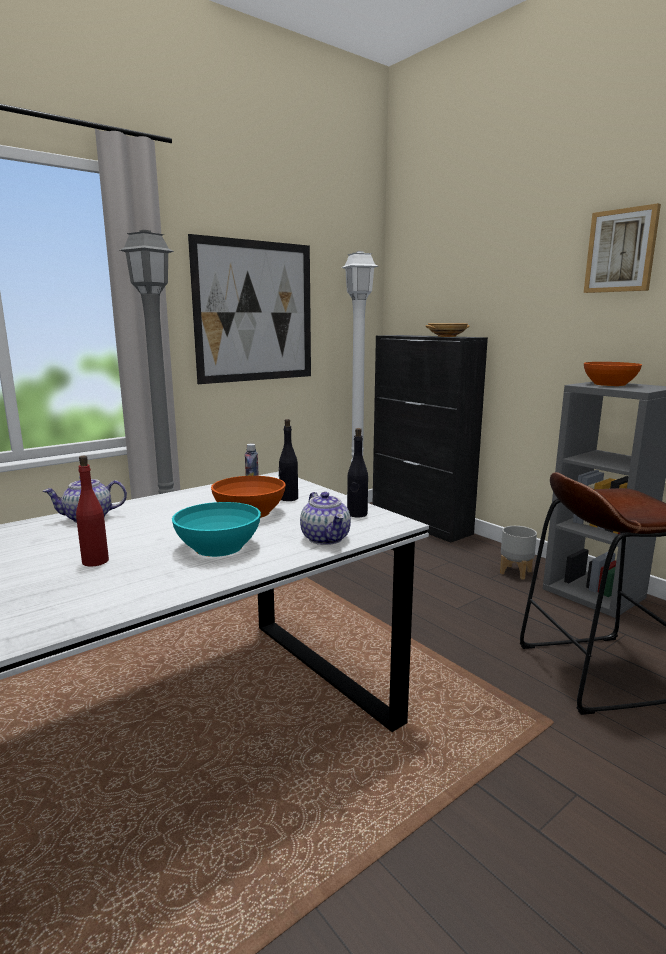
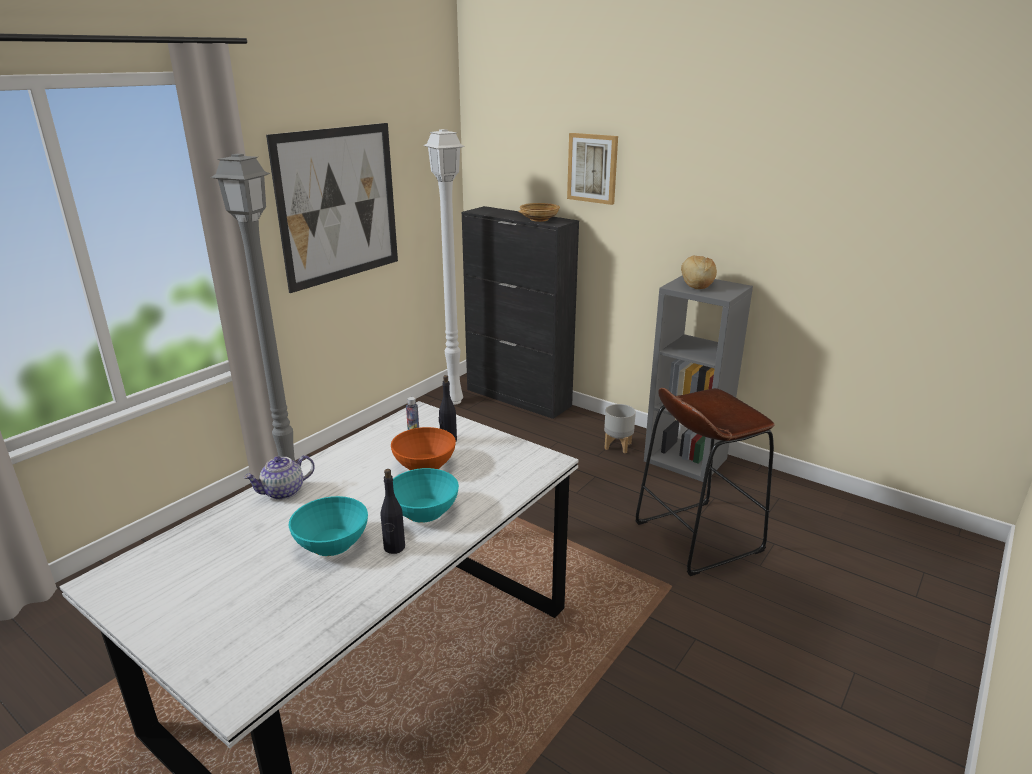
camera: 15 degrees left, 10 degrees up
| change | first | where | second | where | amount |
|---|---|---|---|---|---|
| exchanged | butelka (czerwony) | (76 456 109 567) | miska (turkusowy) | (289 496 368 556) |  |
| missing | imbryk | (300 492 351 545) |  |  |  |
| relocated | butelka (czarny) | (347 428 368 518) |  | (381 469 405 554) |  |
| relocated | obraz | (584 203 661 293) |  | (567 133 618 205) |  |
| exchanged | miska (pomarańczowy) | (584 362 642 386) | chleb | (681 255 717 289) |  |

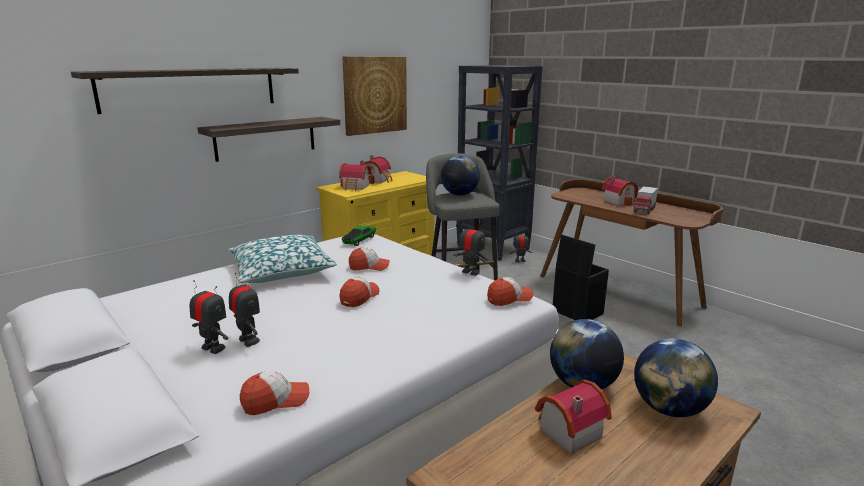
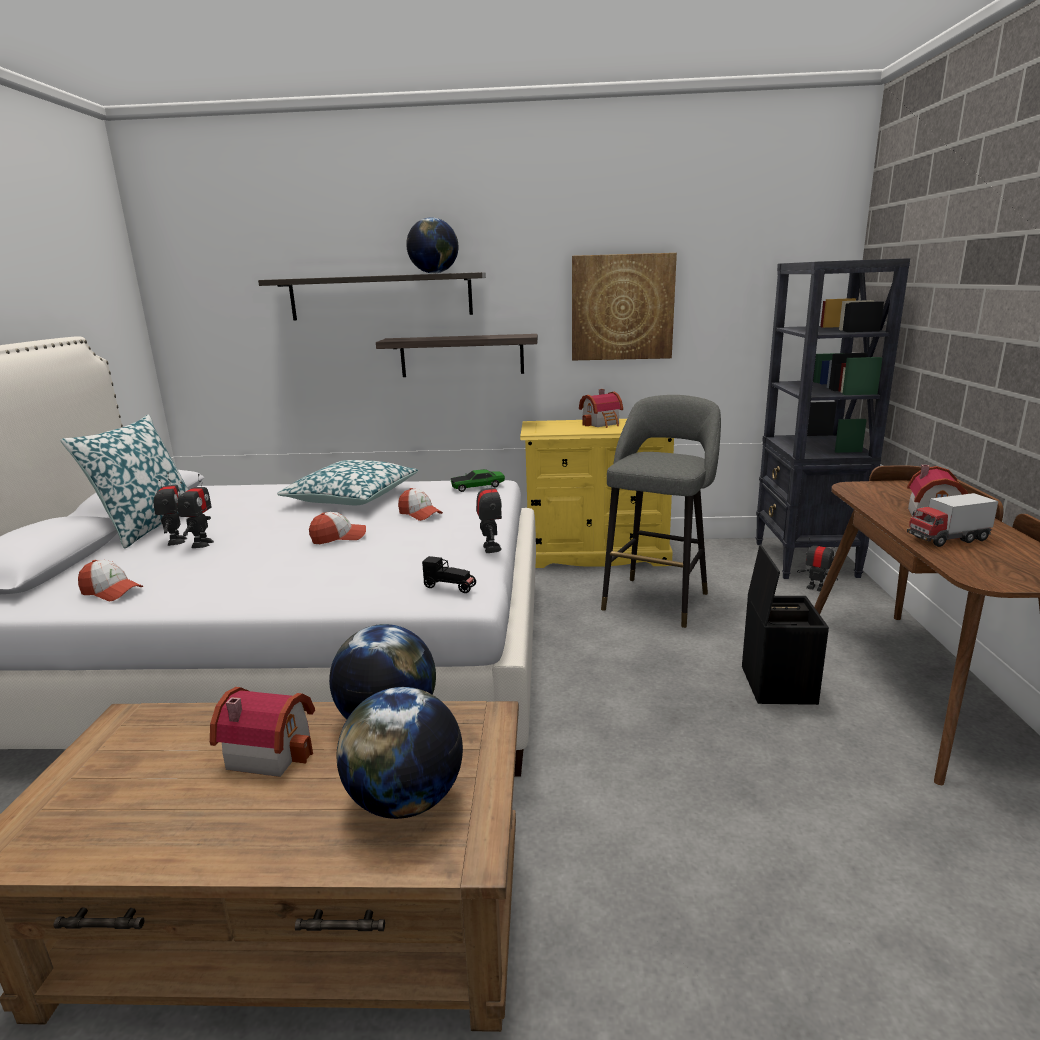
camera: 45 degrees right, 0 degrees up
| change | first | where | second | where | amount |
|---|---|---|---|---|---|
| missing | domek | (339 161 372 191) |  |  |  |
| relocated | globus | (441 156 480 196) |  | (406 218 458 274) |  |
| exchanged | czapka z daszkiem | (487 277 533 306) | samochodzik (czarny) | (422 556 476 593) |  |
| appeared |  |  | poduszka | (61 415 188 548) |  |

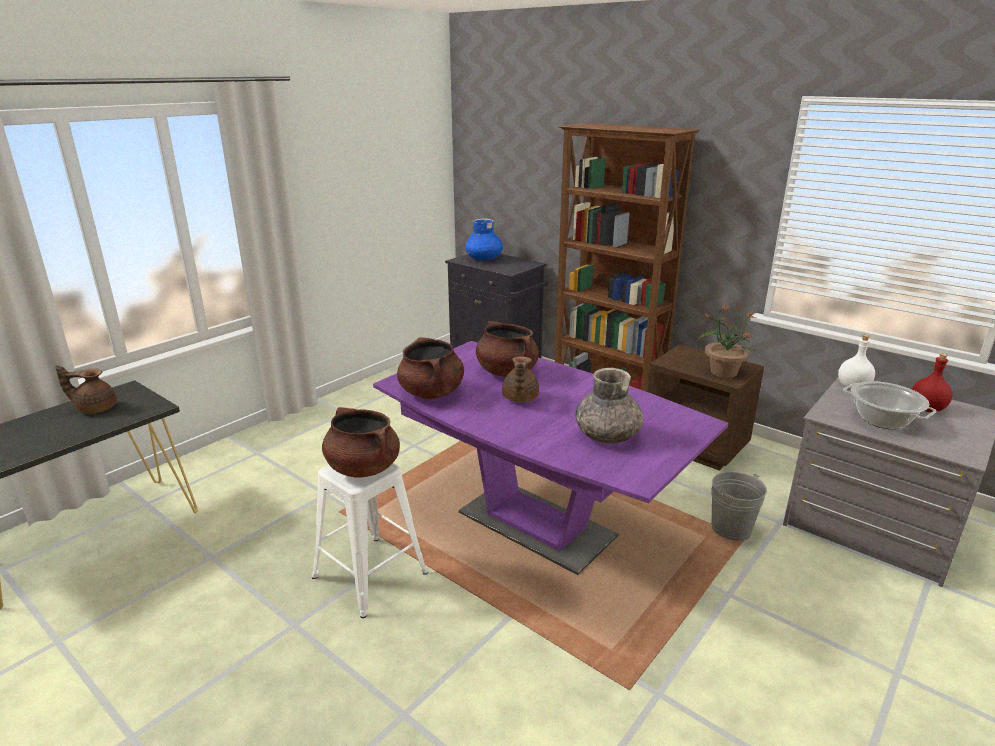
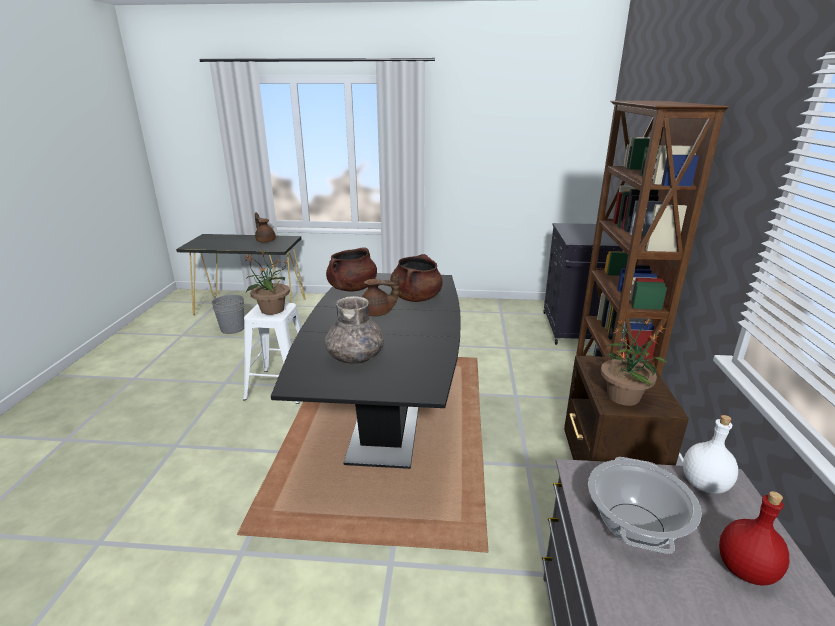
camera: 55 degrees right, 0 degrees up
| change | first | where | second | where | amount |
|---|---|---|---|---|---|
| exchanged | garnek (brązowy) | (322 407 400 477) | roślina doniczkowa | (246 251 290 315) |  |
| colour | stół jadalny (fioletowy) | (373 341 728 575) | stół jadalny (czarny) | (271 273 461 469) |  |
| missing | wazon (niebieski) | (465 218 503 261) |  |  |  |
| spun | imbryk (brązowy) | (502 356 539 402) |  | (362 274 399 316) | 150 degrees counterclockwise |
| relocated | wiadro (szary) | (711 471 767 541) |  | (211 295 244 334) |  |

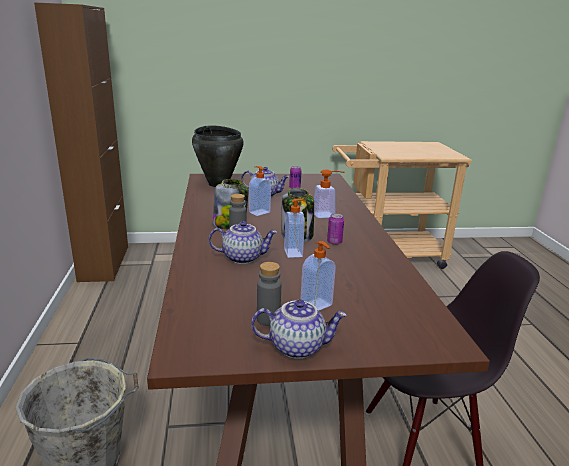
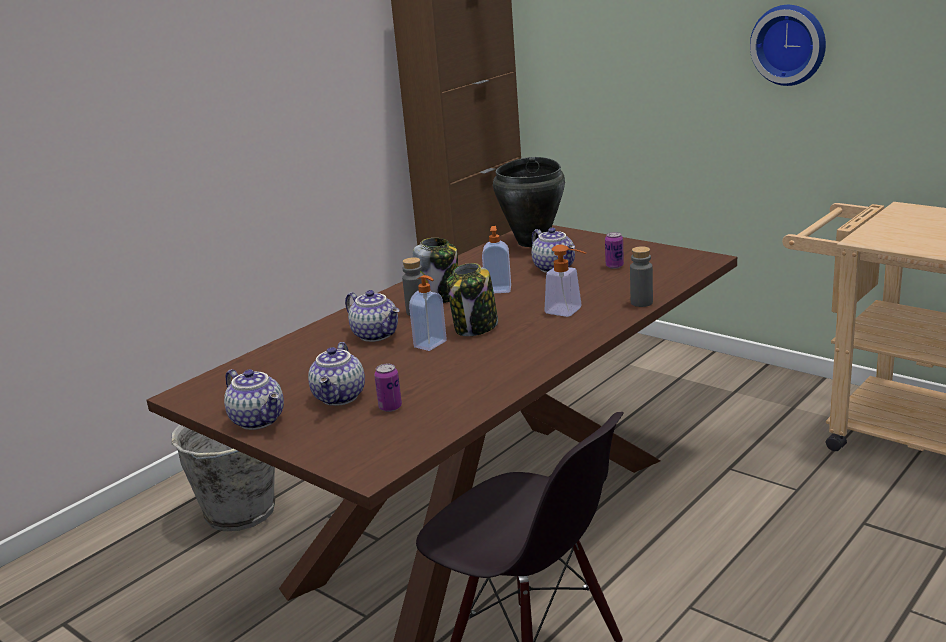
camera: 50 degrees right, 0 degrees up
| change | first | where | second | where | amount |
|---|---|---|---|---|---|
| relocated | butelka (szary) | (257 262 281 326) |  | (630 246 653 307) |  |
| exchanged | dozownik mydła | (300 241 336 311) | imbryk | (308 342 365 406) |  |
| relocated | puszka | (327 213 344 245) |  | (374 364 402 412) |  |
| appeared |  |  | zegar ścienny | (750 5 826 86) |  |

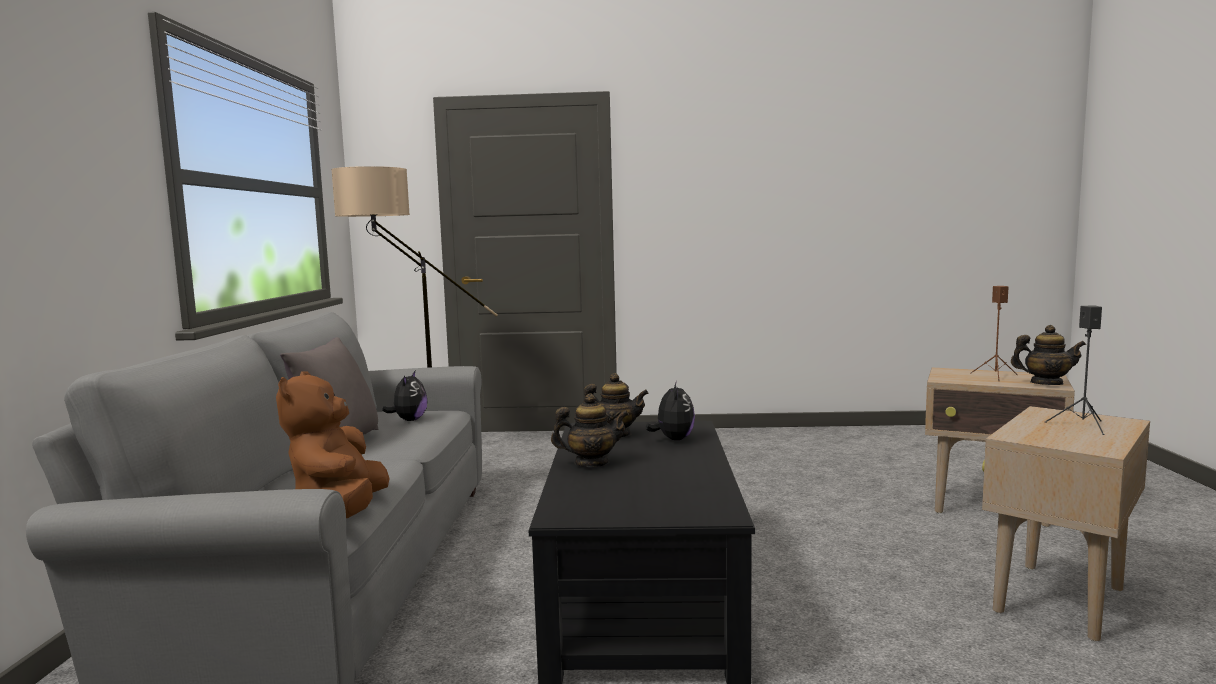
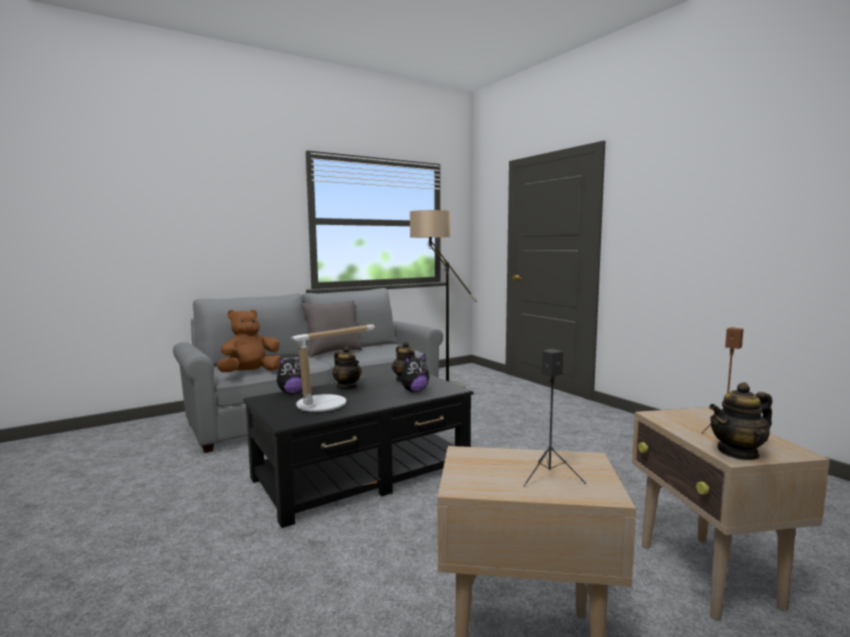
camera: 55 degrees right, 0 degrees up
| change | first | where | second | where | amount |
|---|---|---|---|---|---|
| relocated | pluszak | (382 371 428 421) |  | (277 358 302 394) |  |
| spun | imbryk | (1011 325 1086 385) |  | (709 382 772 460) | 90 degrees clockwise |
| appeared |  |  | lampa stołowa | (290 324 375 412) |  |

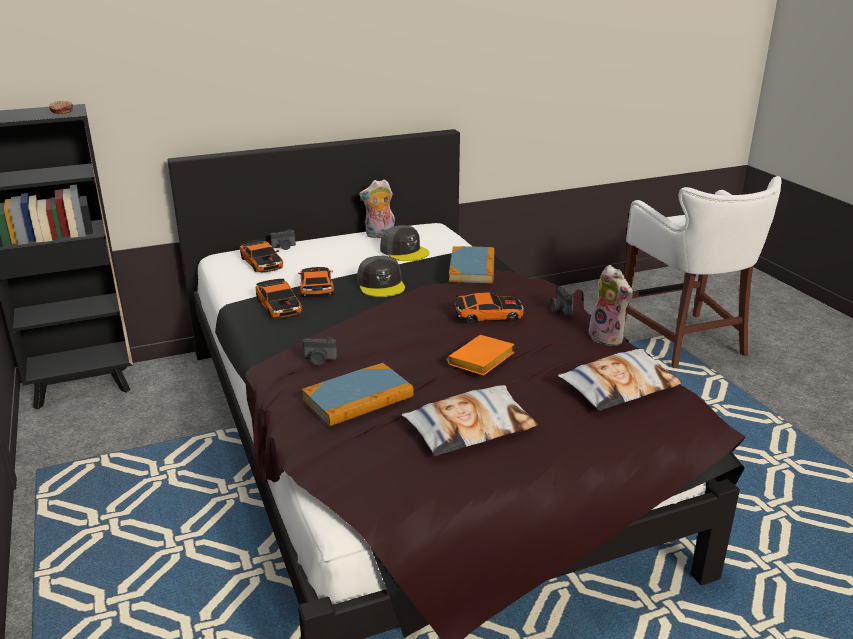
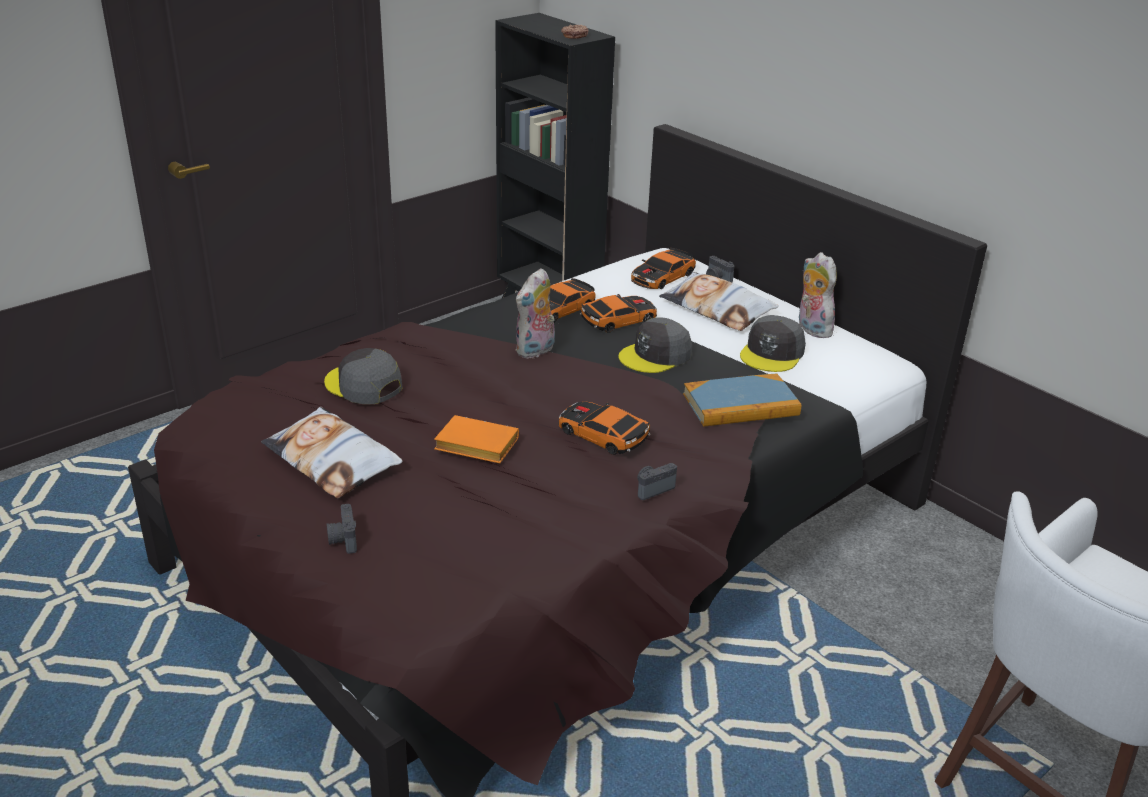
camera: 70 degrees right, 5 degrees up
| change | first | where | second | where | amount |
|---|---|---|---|---|---|
| exchanged | książka | (302 363 414 426) | czapka z daszkiem (szary) | (324 348 403 404) |  |
| relocated | aparat fotograficzny | (303 337 337 365) |  | (327 504 357 554) |  |
| spun | samochodzik | (455 293 524 323) |  | (558 401 651 455) | 150 degrees clockwise |
| relocated | poduszka | (558 349 683 411) |  | (659 272 778 331) |  |
| relocated | pluszak | (589 265 633 346) |  | (515 268 555 359) |  |

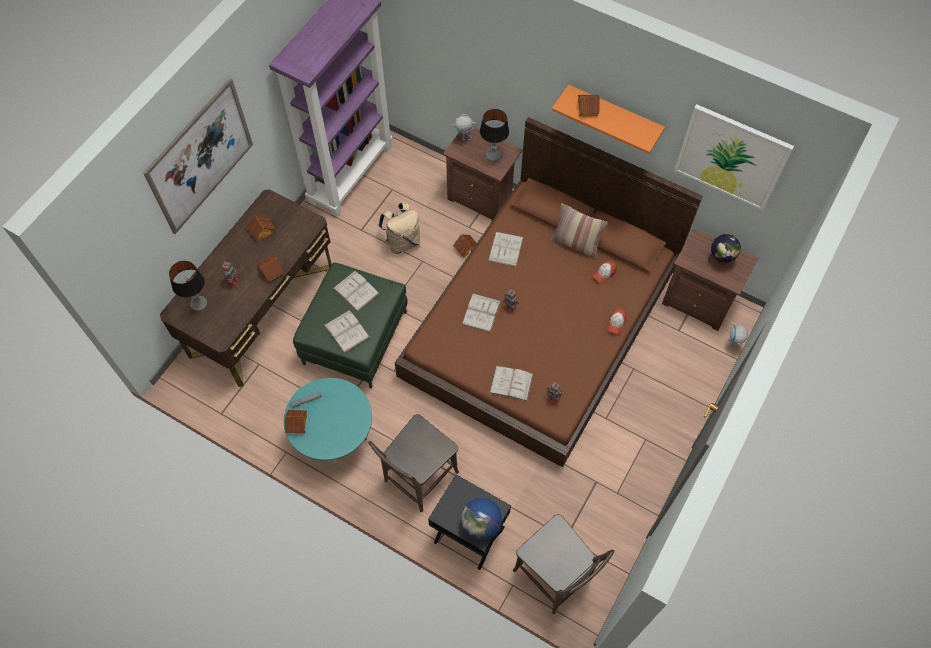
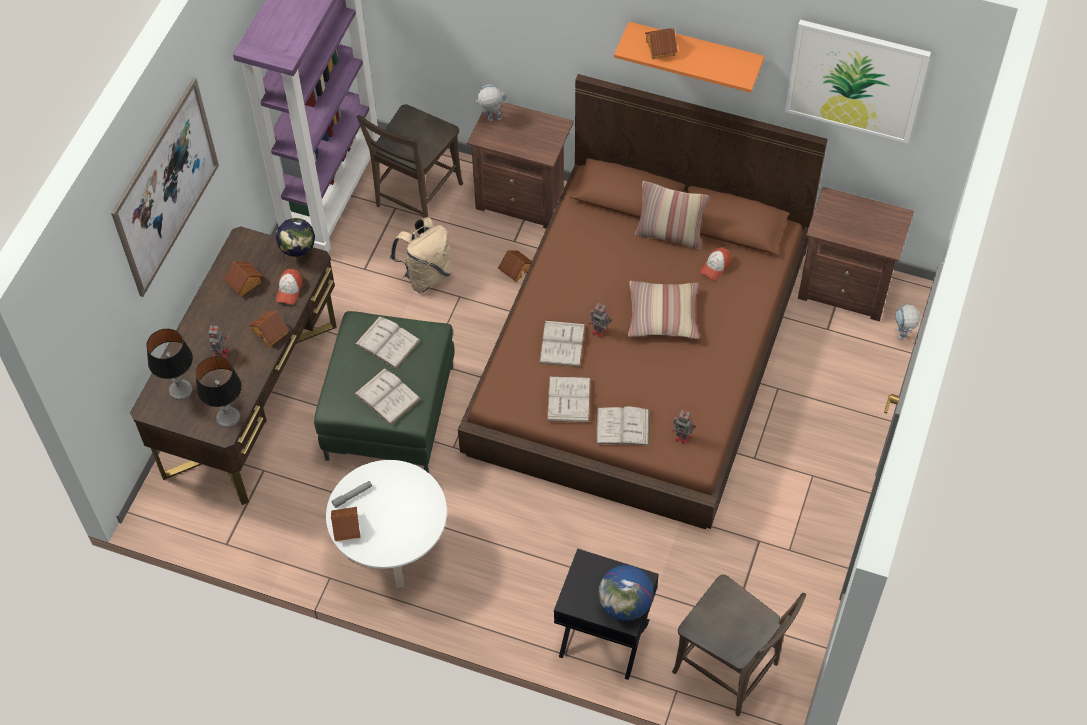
camera: 10 degrees left, 5 degrees down
| change | first | where | second | where | amount |
|---|---|---|---|---|---|
| colour | ława (turkusowy) | (284 378 372 469) | ława (biały) | (326 460 447 588) |  |
| relocated | krzesło (brązowy) | (368 414 459 512) |  | (357 104 463 218) |  |
| relocated | lampa stołowa | (480 109 509 161) |  | (196 356 242 428) |  |
| relocated | książka (biały) | (488 232 524 267) |  | (547 376 591 423) |  |
| relocated | czapka z daszkiem | (606 308 627 335) |  | (276 269 302 304) |  |
| relocated | globus | (709 234 741 264) |  | (276 218 315 261) |  |
| appeared |  |  | poduszka | (628 281 699 339) |  |

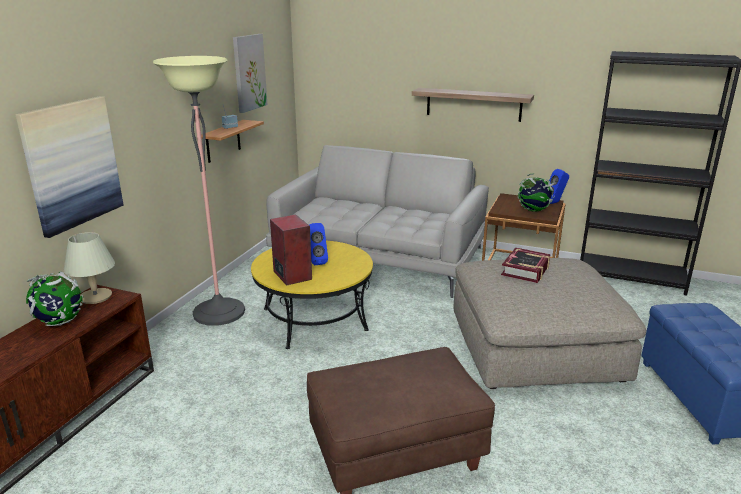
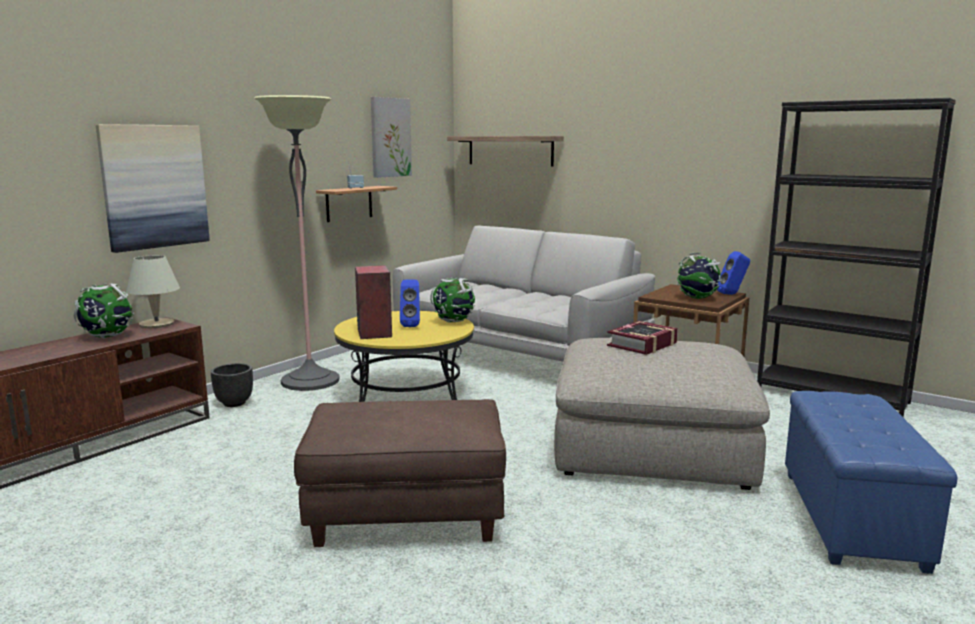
camera: 15 degrees right, 10 degrees down
| change | first | where | second | where | amount |
|---|---|---|---|---|---|
| relocated | półka | (412 88 534 122) |  | (447 136 564 166) |  |
| appeared |  |  | donica (czarny) | (211 363 253 407) |  |
| appeared |  |  | globus | (430 277 475 323) |  |

